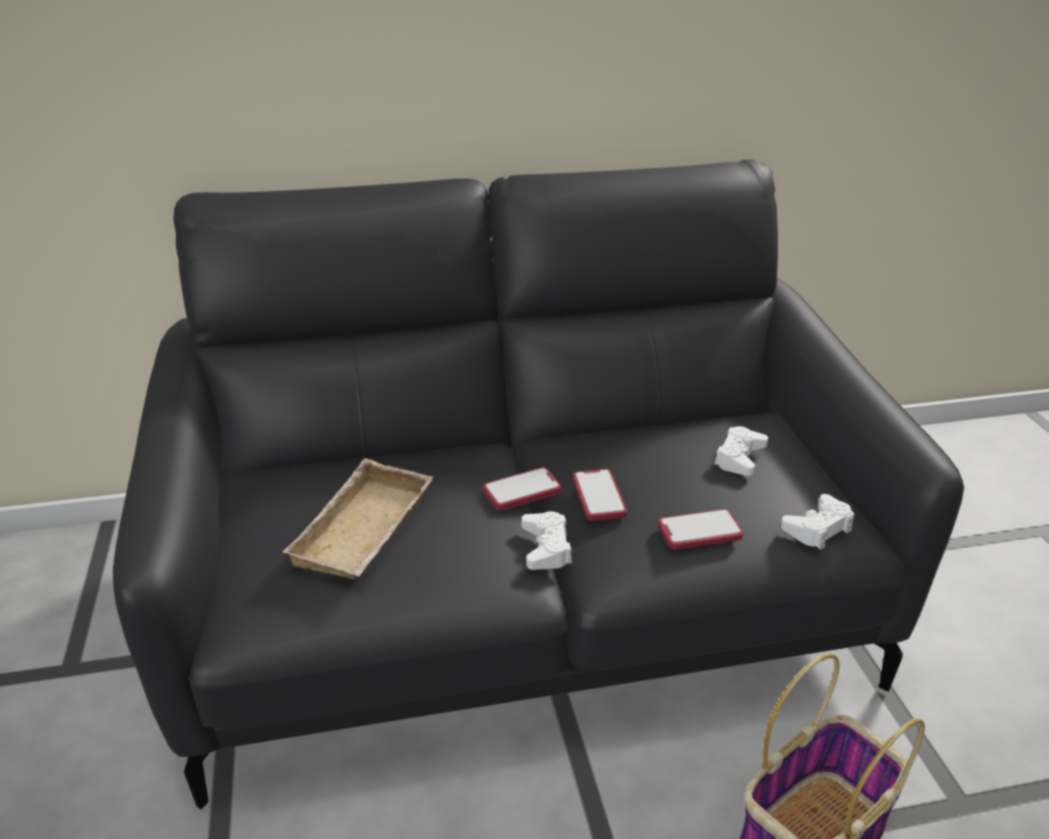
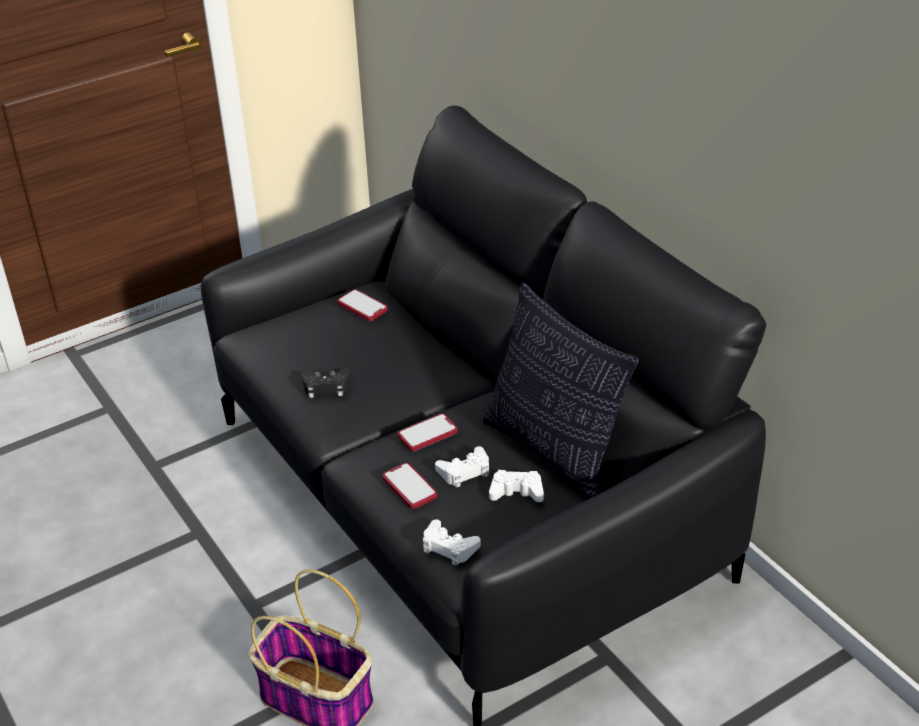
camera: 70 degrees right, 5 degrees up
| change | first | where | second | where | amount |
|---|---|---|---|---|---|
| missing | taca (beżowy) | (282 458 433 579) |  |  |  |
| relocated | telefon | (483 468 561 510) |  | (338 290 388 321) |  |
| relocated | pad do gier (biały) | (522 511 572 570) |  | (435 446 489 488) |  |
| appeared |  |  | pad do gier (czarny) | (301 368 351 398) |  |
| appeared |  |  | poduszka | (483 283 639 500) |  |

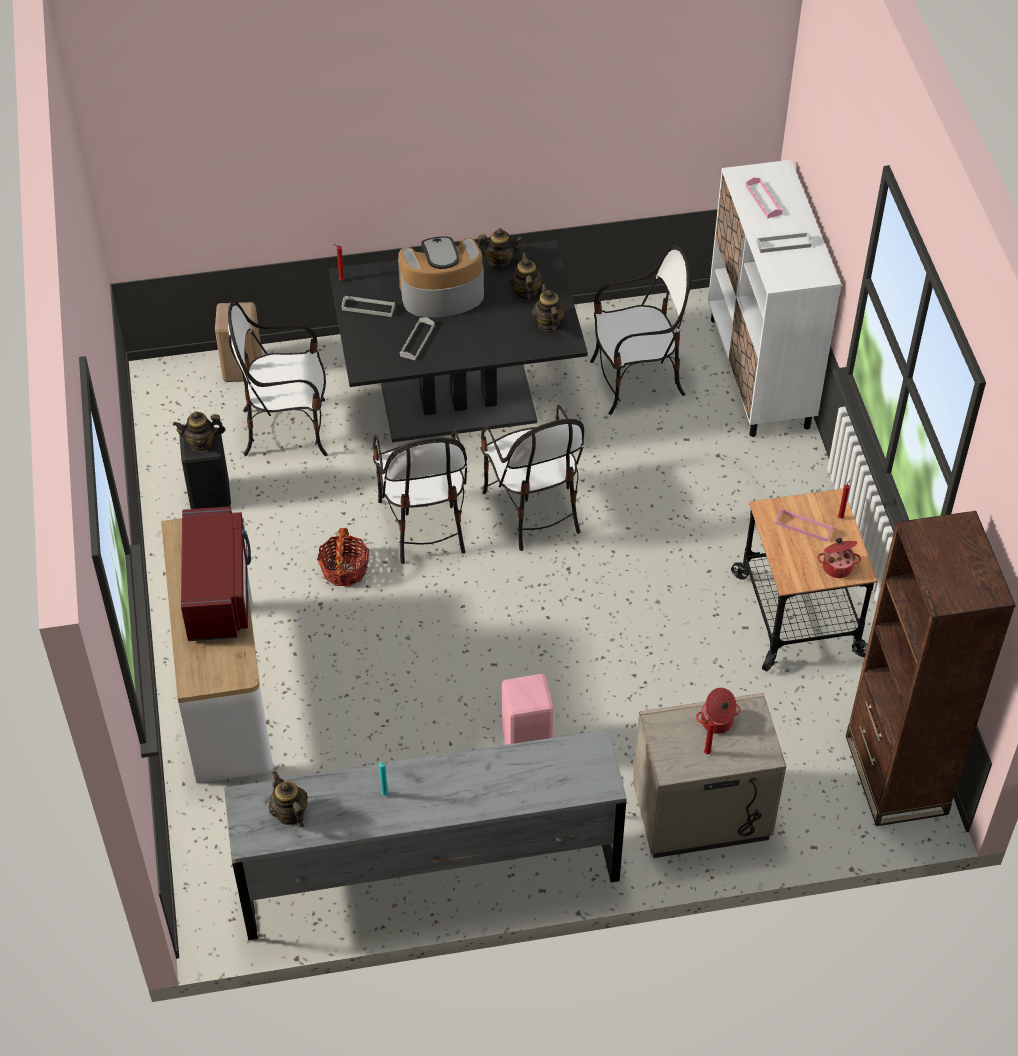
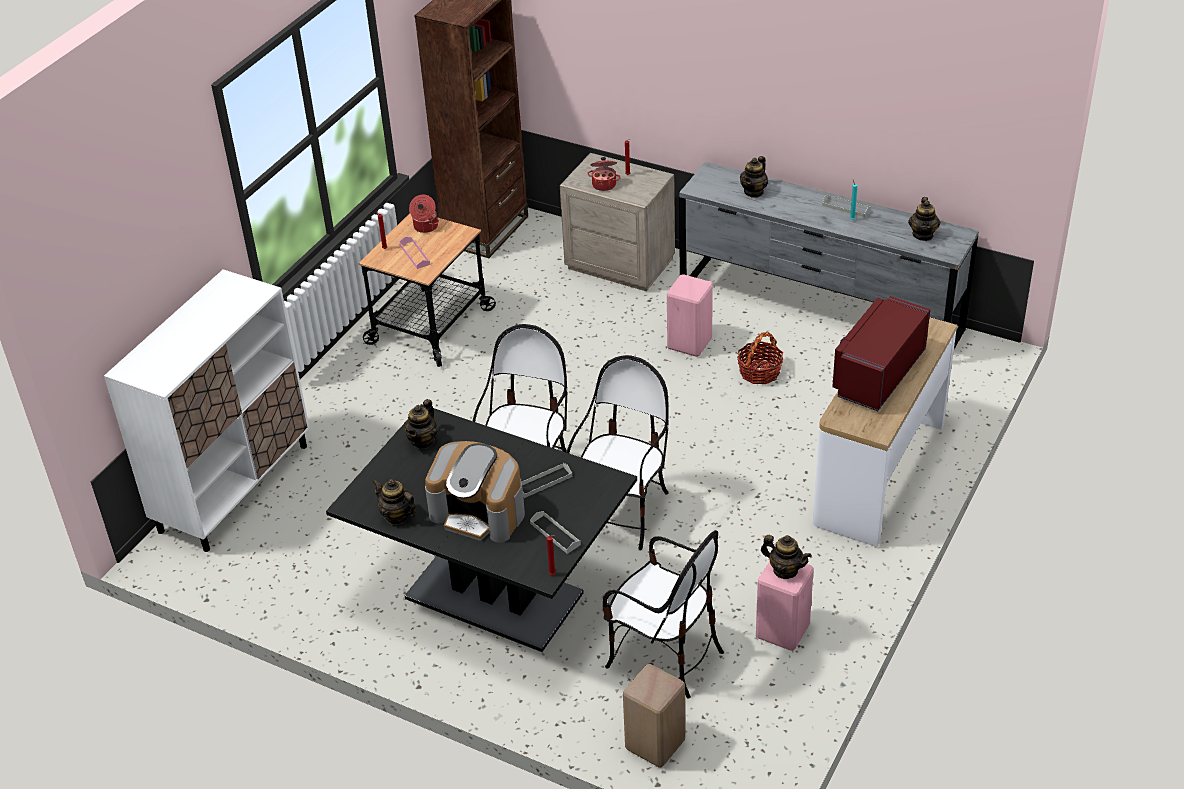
camera: 140 degrees left, 10 degrees down
| change | first | where | second | where | amount |
|---|---|---|---|---|---|
| colour | stołek (czarny) | (180 428 231 509) | stołek (różowy) | (756 561 814 651) |  |
| relocated | koszyk | (317 528 369 587) |  | (737 332 783 384) |  |
| relocated | imbryk | (510 252 543 300) |  | (740 156 768 198) |  |
| missing | krzesło | (590 245 691 415) |  |  |  |
| missing | taca (różowy) | (745 177 783 219) |  |  |  |
| relocated | taca (szary) | (756 232 812 253) |  | (822 195 871 217) |  |

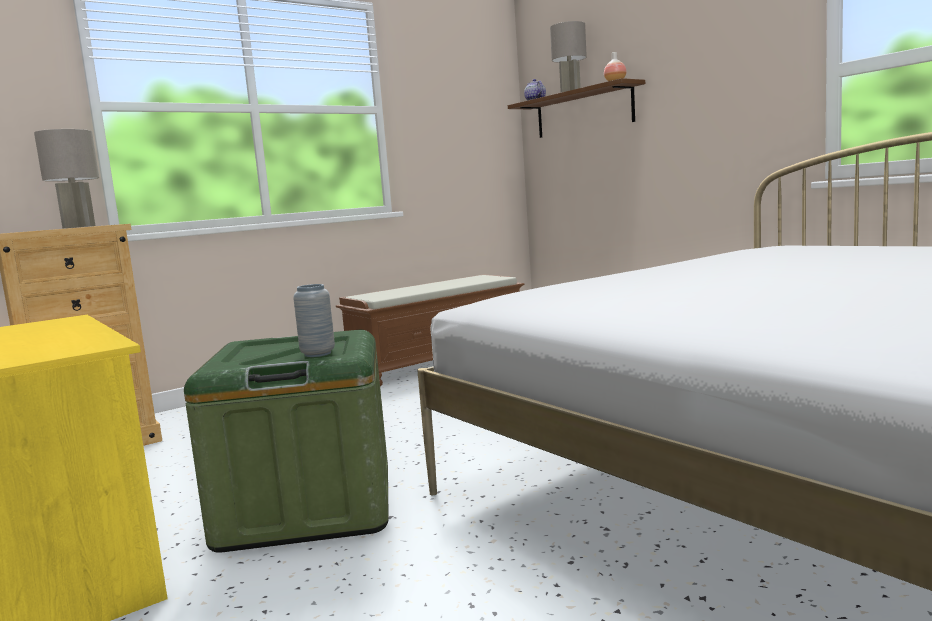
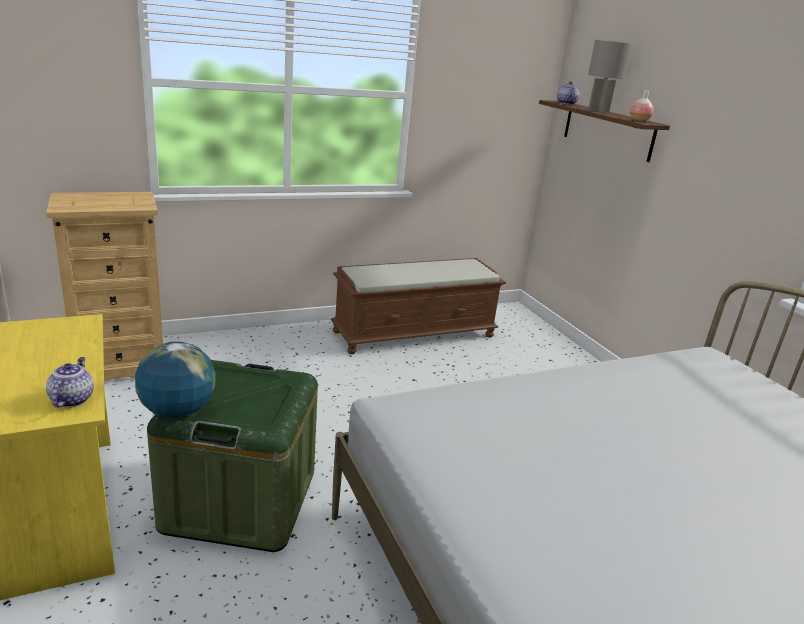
camera: 10 degrees right, 15 degrees up
| change | first | where | second | where | amount |
|---|---|---|---|---|---|
| missing | lampa stołowa (szary) | (34 129 99 228) |  |  |  |
| missing | wazon (szary) | (293 284 335 357) |  |  |  |
| appeared |  |  | imbryk | (46 357 94 407) |  |
| appeared |  |  | globus | (135 341 216 418) |  |

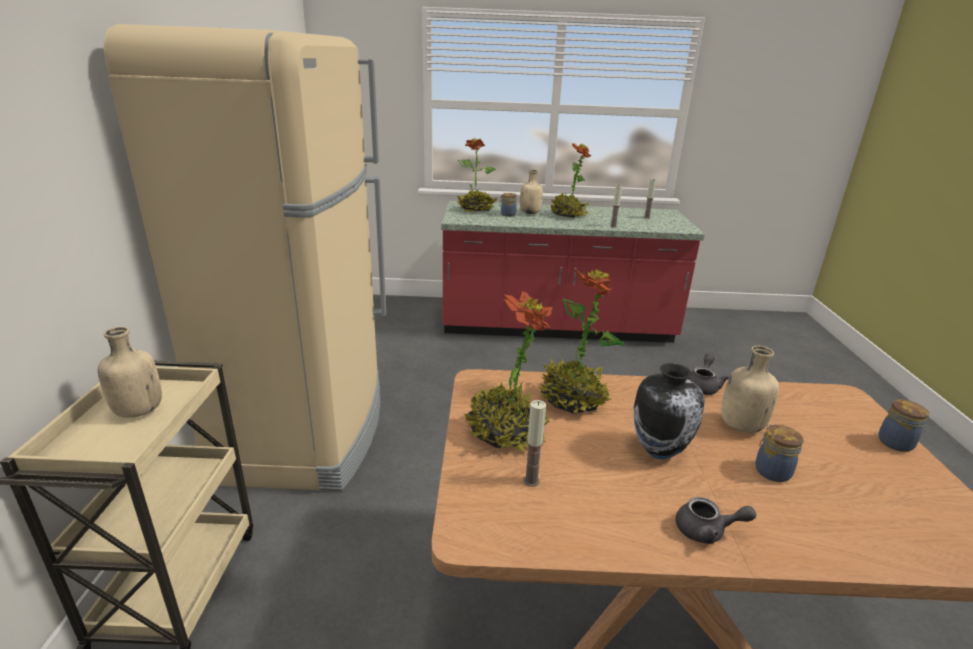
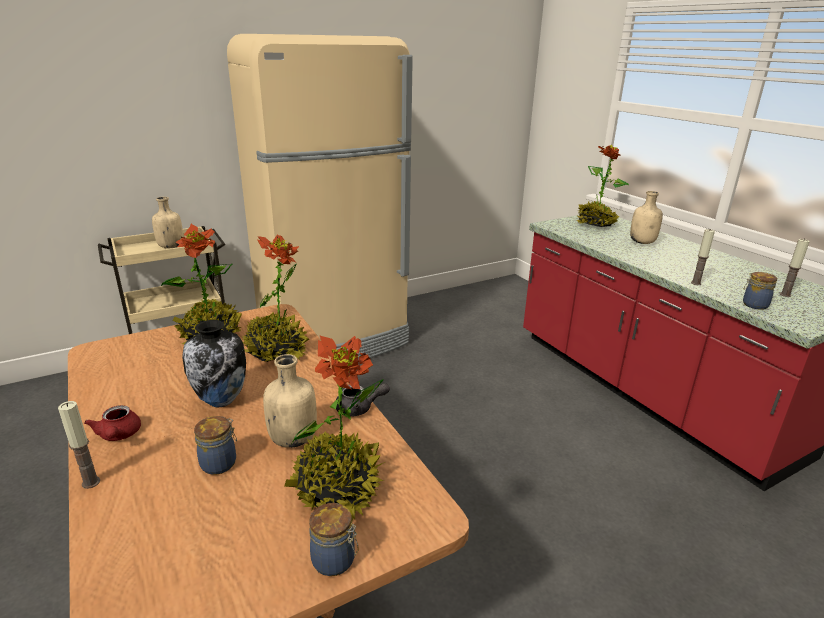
camera: 60 degrees right, 0 degrees up
| change | first | where | second | where | amount |
|---|---|---|---|---|---|
| relocated | słoik | (499 193 517 217) |  | (743 272 777 310) |  |
| relocated | świeca | (524 400 546 487) |  | (58 401 100 489) |  |
| relocated | roślina doniczkowa | (550 143 591 218) |  | (284 335 385 521) |  |
| colour | imbryk (szary) | (676 497 756 544) | imbryk (czerwony) | (84 405 141 441) |  |

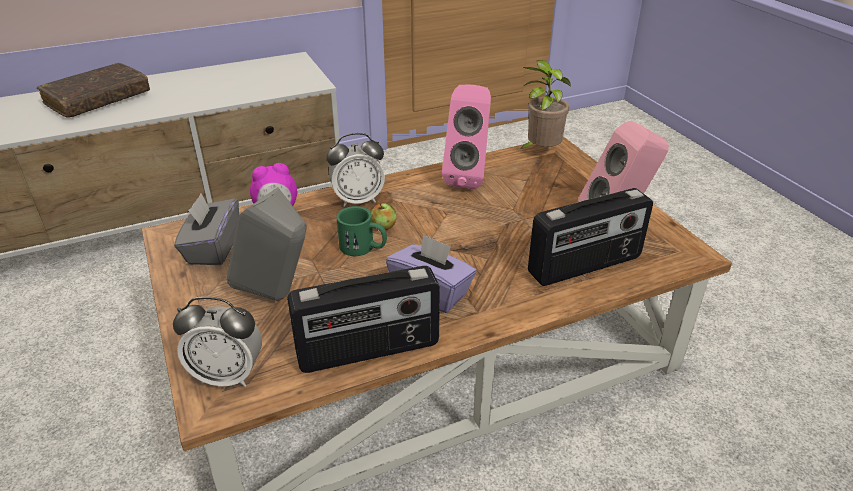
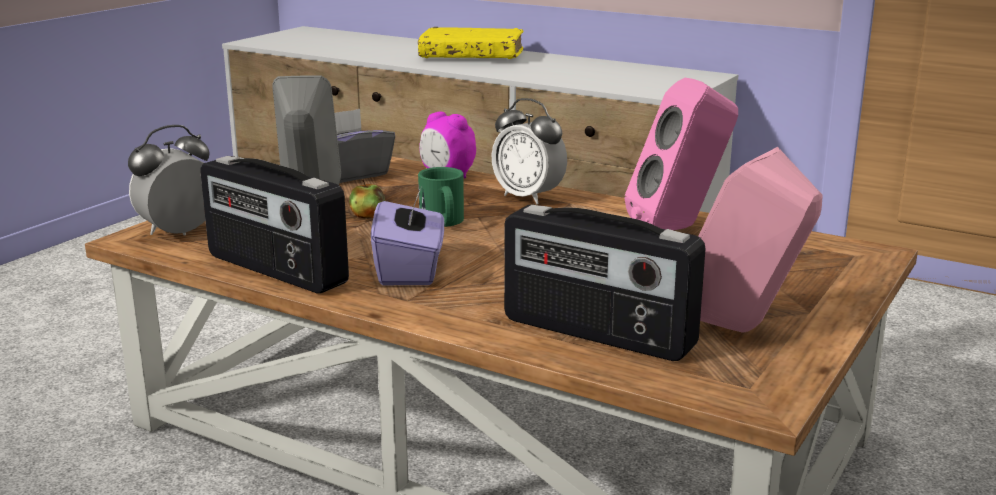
camera: 55 degrees right, 15 degrees down
| change | first | where | second | where | amount |
|---|---|---|---|---|---|
| colour | książka (brązowy) | (37 63 150 118) | książka (żółty) | (418 27 524 59) |  |
| spun | budzik | (173 297 262 387) |  | (128 125 210 235) | 75 degrees clockwise |
| relocated | jabłko | (371 204 397 230) |  | (349 179 385 219) |  |
| missing | roślina doniczkowa | (519 60 571 150) |  |  |  |

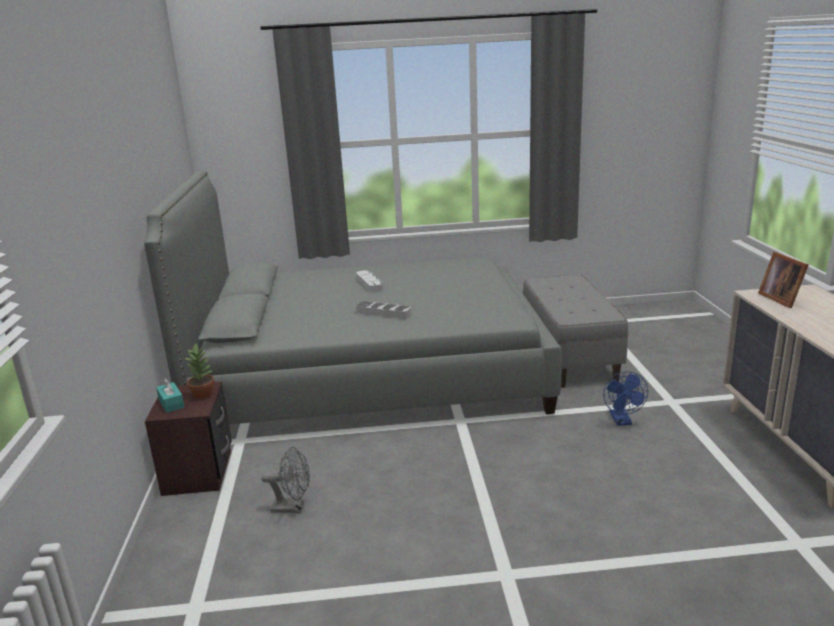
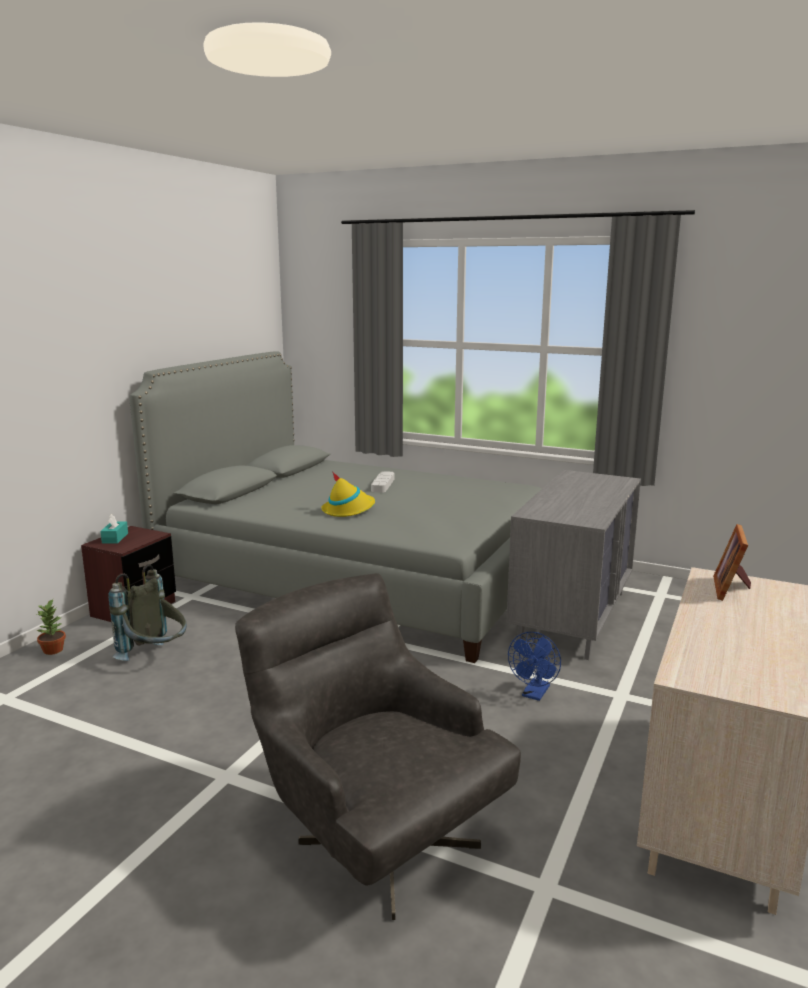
camera: 30 degrees right, 5 degrees down
| change | first | where | second | where | amount |
|---|---|---|---|---|---|
| relocated | roślina doniczkowa | (184 344 214 399) |  | (36 599 66 655) |  |
| exchanged | wentylator (szary) | (261 447 310 513) | plecak (szary) | (108 564 187 661) |  |
| exchanged | taca (szary) | (356 301 411 319) | kapelusz (żółty) | (321 471 375 517) |  |
| exchanged | ławka (szary) | (523 274 628 388) | komoda (szary) | (506 470 641 660) |  |
| appeared |  |  | fotel (szary) | (235 573 521 920) |  |

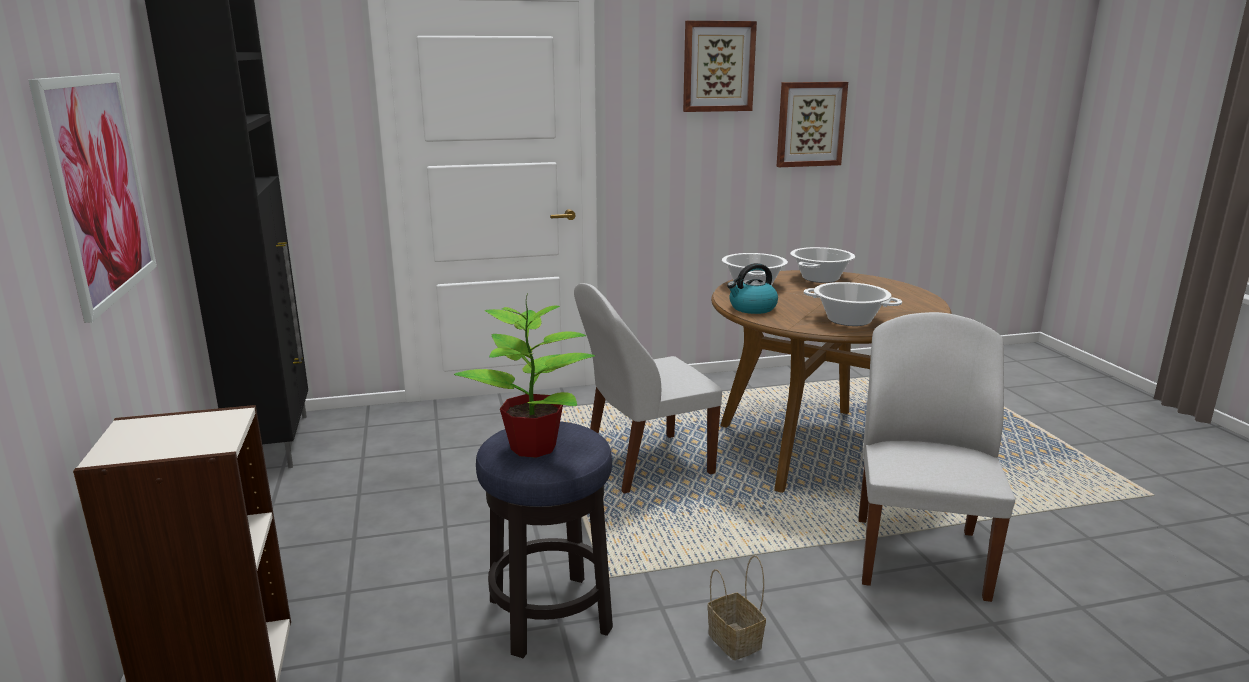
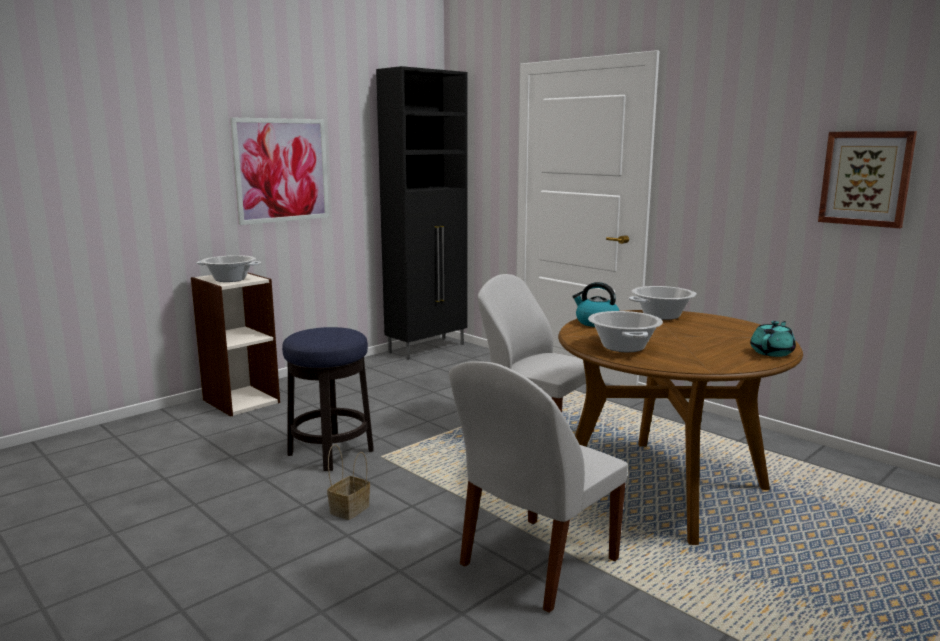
camera: 60 degrees right, 5 degrees down
| change | first | where | second | where | amount |
|---|---|---|---|---|---|
| missing | roślina doniczkowa | (454 294 595 458) |  |  |  |
| missing | obraz | (683 21 757 112) |  |  |  |
| relocated | garnek | (790 247 855 283) |  | (196 255 262 282) |  |
| spun | krzesło (biały) | (858 312 1015 602) |  | (449 361 628 613) | 150 degrees clockwise |
| appeared |  |  | imbryk (turkusowy) | (750 321 796 357) |  |

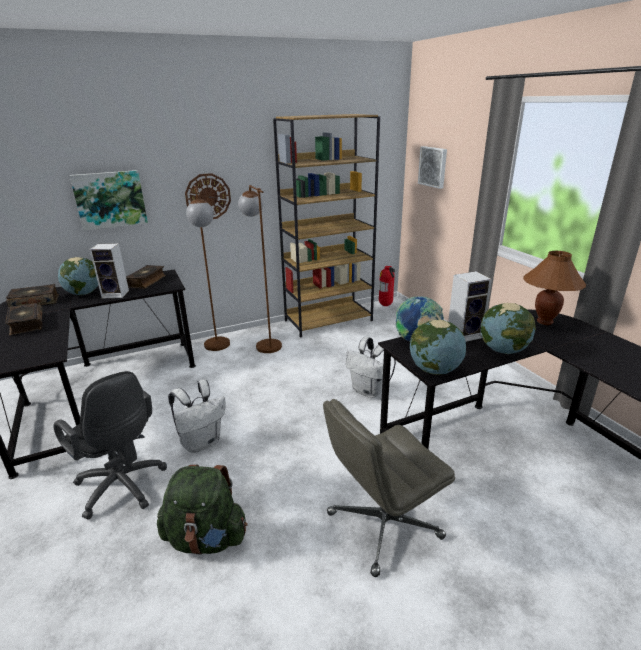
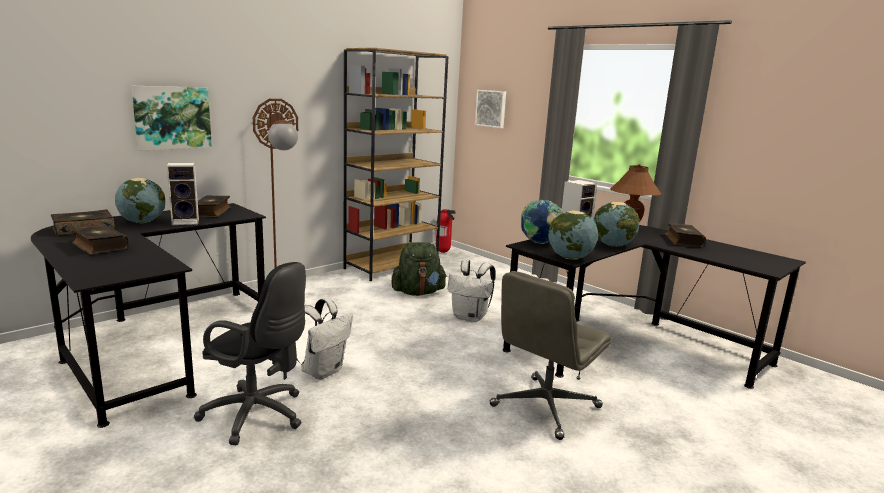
camera: 20 degrees left, 10 degrees down
| change | first | where | second | where | amount |
|---|---|---|---|---|---|
| relocated | plecak (zielony) | (157 465 248 555) |  | (391 242 446 296) |  |
| missing | lampa stojąca (brązowy) | (238 185 282 353) |  |  |  |
| appeared |  |  | książka | (665 222 706 247) |  |

